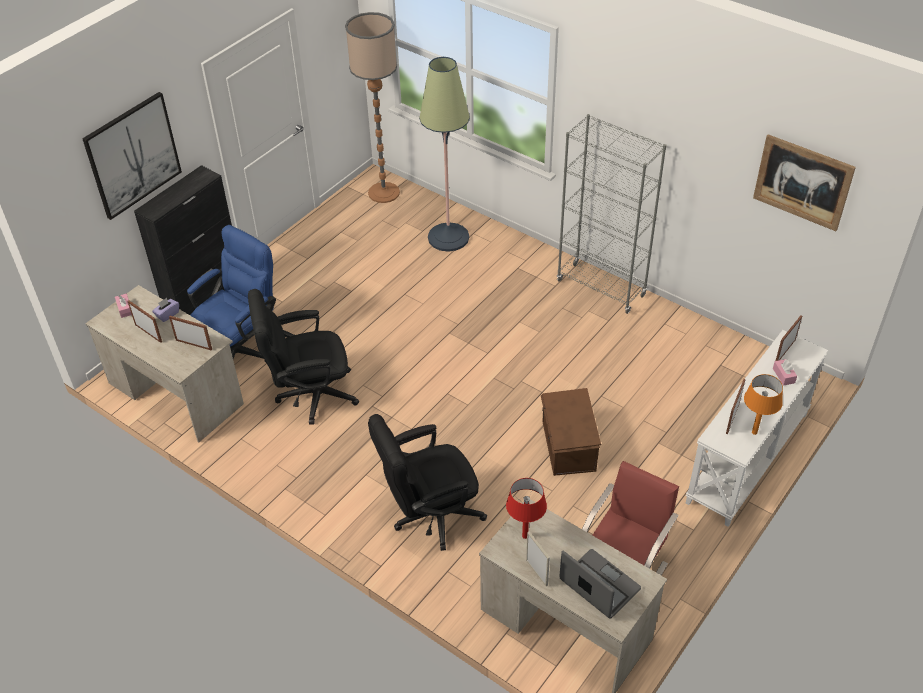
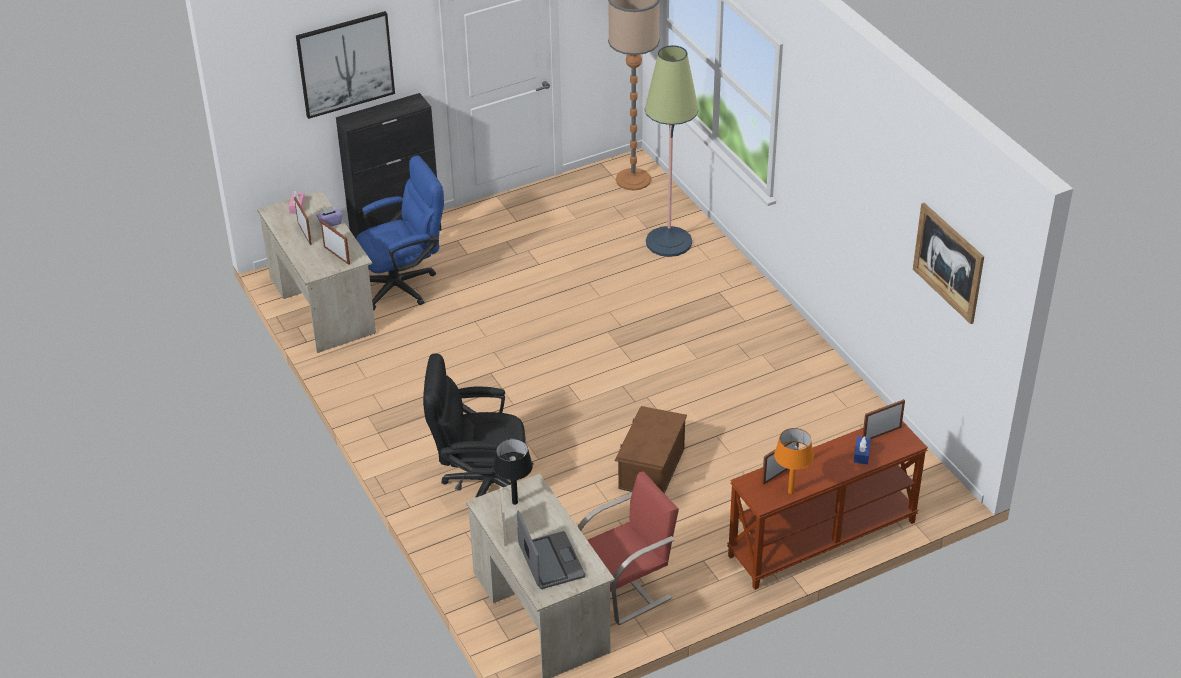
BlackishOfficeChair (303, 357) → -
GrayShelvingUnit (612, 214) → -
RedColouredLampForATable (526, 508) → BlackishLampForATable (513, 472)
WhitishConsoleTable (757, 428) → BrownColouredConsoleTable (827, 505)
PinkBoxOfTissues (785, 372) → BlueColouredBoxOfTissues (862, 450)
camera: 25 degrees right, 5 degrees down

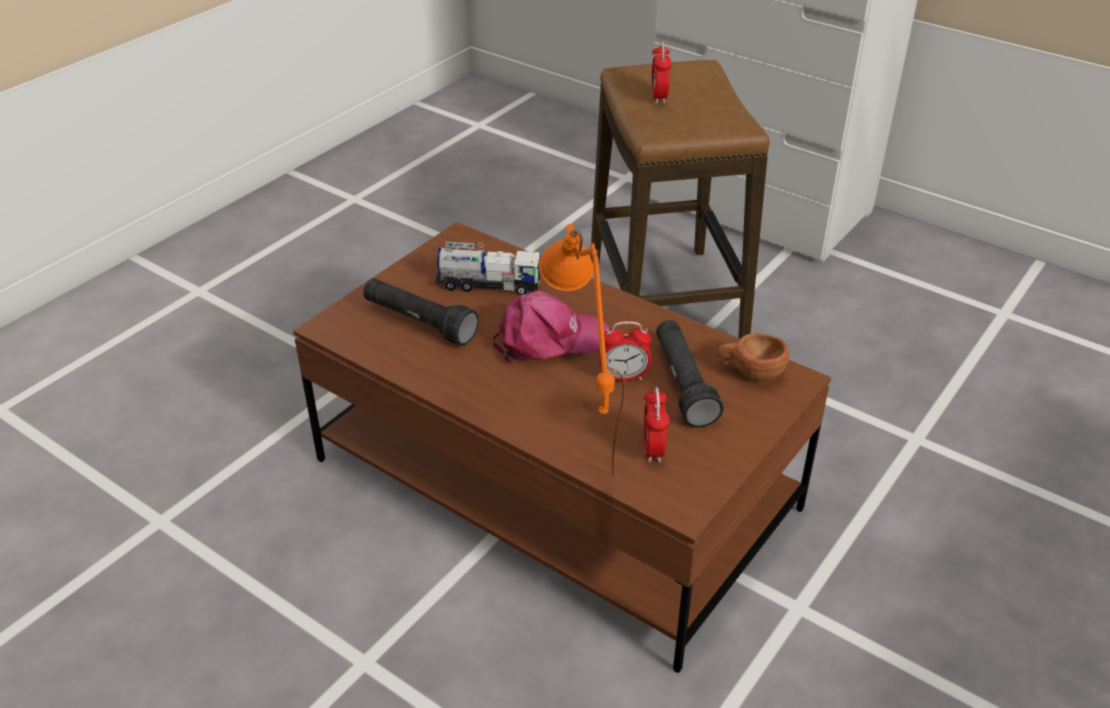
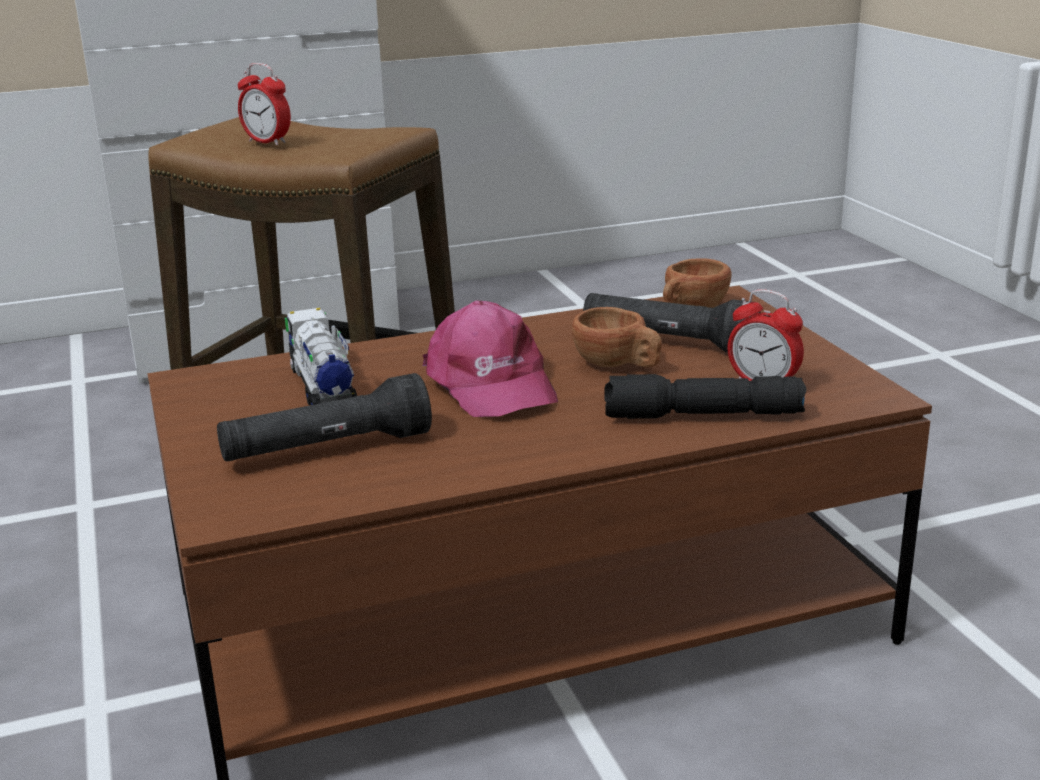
OrangeyLampForATable (582, 349) → BlackishHandTorch (705, 396)
AlarmClock (625, 351) → BrownColouredDrinkingCup (617, 337)
ToyLorry (488, 268) → ToyLorry (321, 356), 60 degrees counterclockwise
PinkPeakedCap (551, 326) → PinkPeakedCap (490, 358), 135 degrees clockwise
camera: 55 degrees left, 15 degrees down

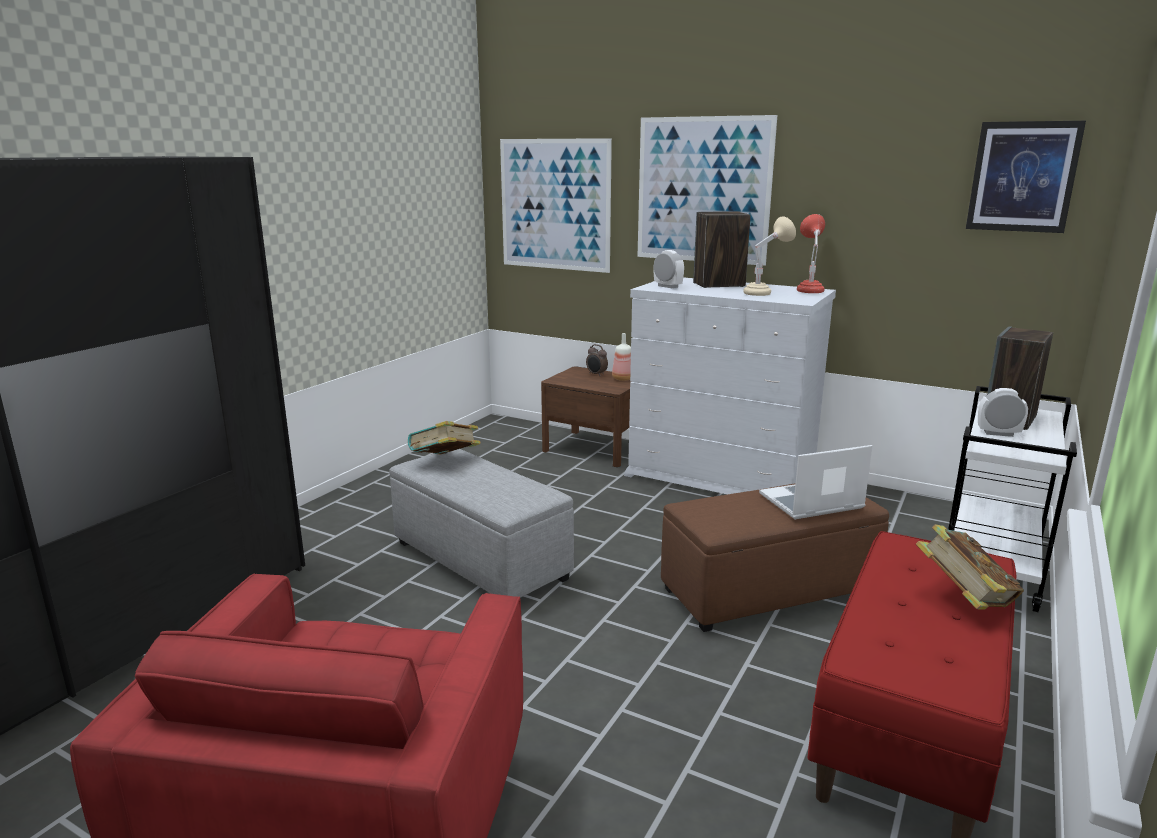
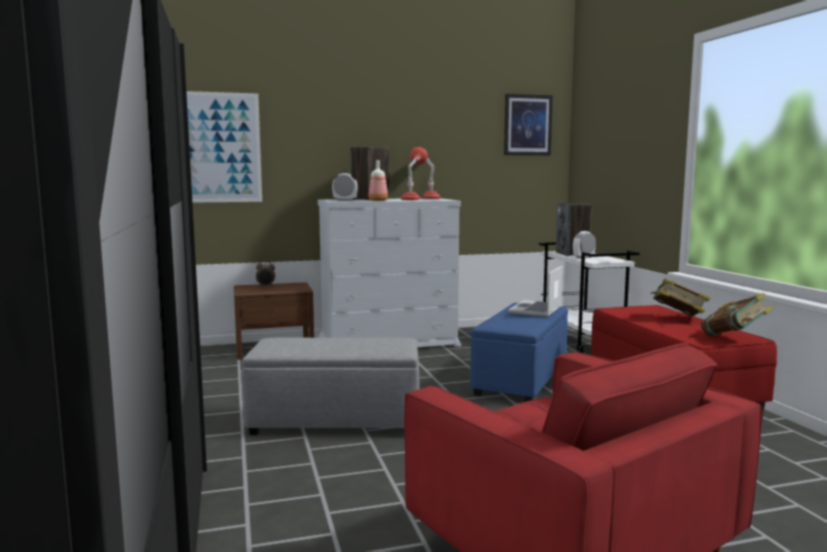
WallArt (707, 190) → -
BoundBook (444, 437) → BoundBook (737, 314), move
DrinkBottle (621, 357) → DrinkBottle (378, 180), move
BrownColouredOttoman (775, 557) → BlueColouredOttoman (519, 352)
BeigeColouredLampForATable (769, 256) → RedColouredLampForATable (414, 173)
camera: 45 degrees left, 10 degrees down

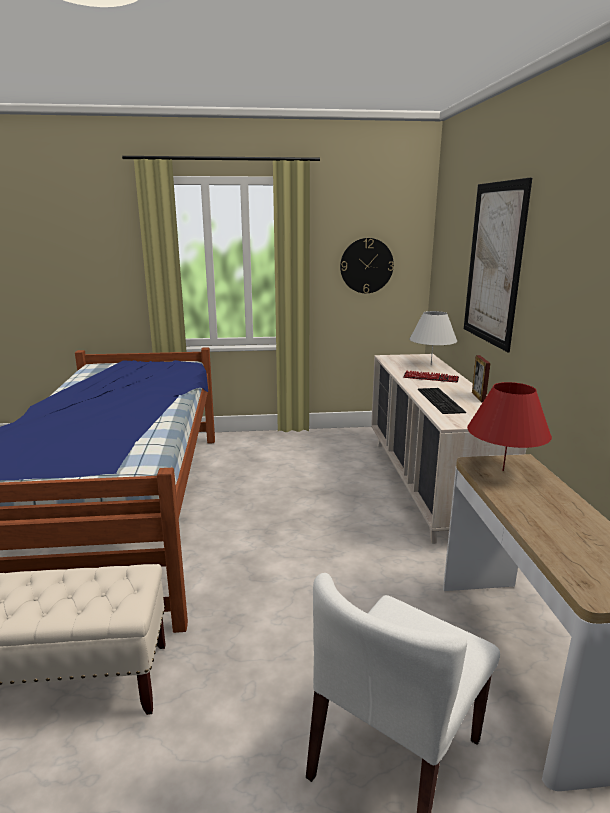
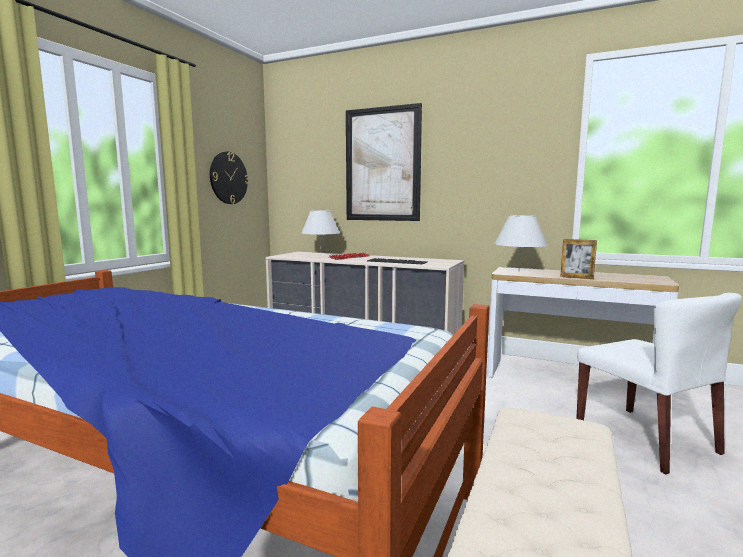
PictureFrame (481, 378) → PictureFrame (578, 259), move
RedColouredLampForATable (509, 426) → WhitishLampForATable (521, 243)
camera: 60 degrees left, 10 degrees down

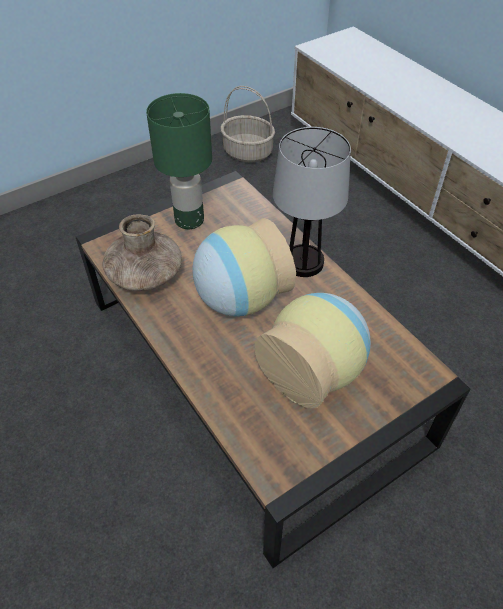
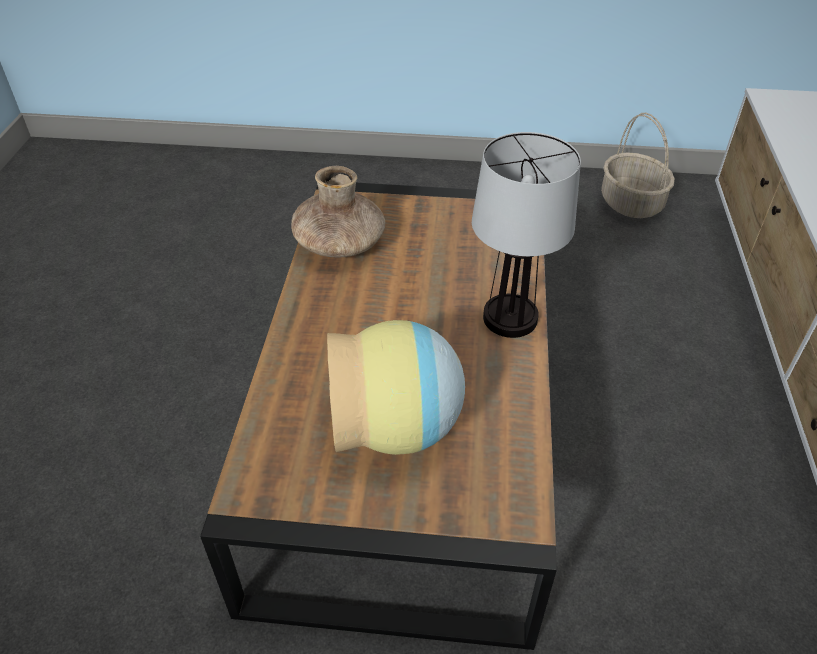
GreenishLampForATable (179, 161) → -
DecorativeVase (244, 267) → -
camera: 40 degrees right, 5 degrees down

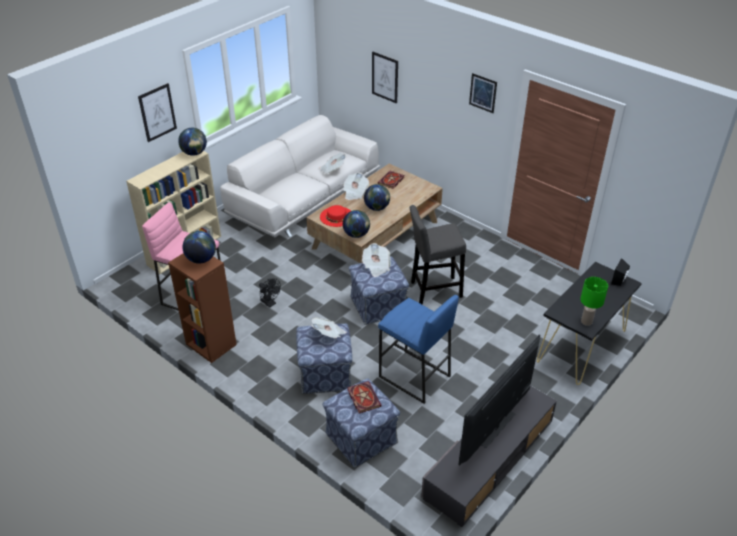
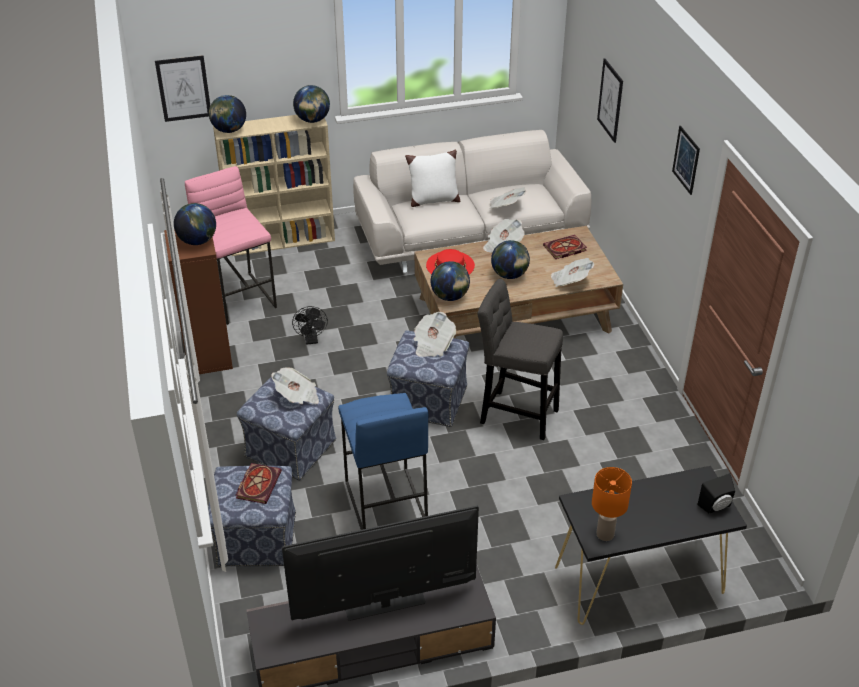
- → WorldGlobe (227, 114)
- → WhitishThrowPillow (432, 178)
- → DailyPaper (572, 272)
WallArt (157, 112) → WallArt (182, 88), move
GreenishLampForATable (594, 301) → OrangeyLampForATable (612, 504)
camera: 35 degrees right, 0 degrees up

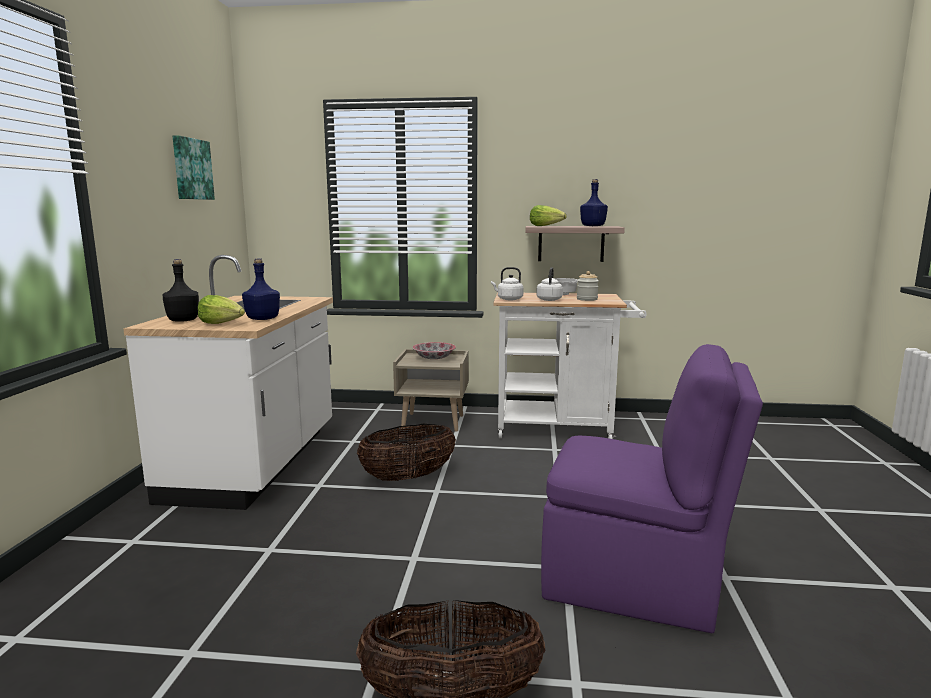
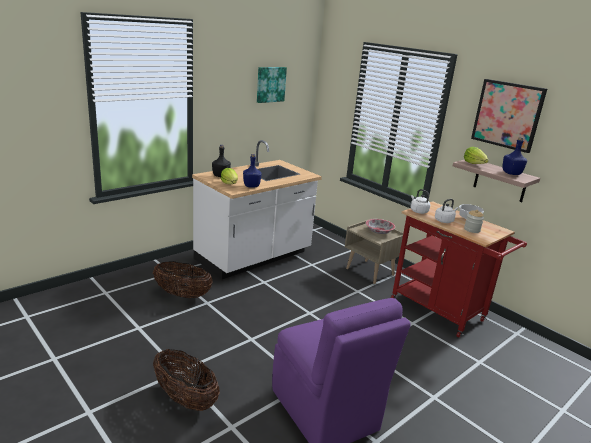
- → WallArt (509, 116)
Basket (406, 452) → Basket (182, 279), move
WhitishWheeledCart (570, 366) → RedColouredWheeledCart (459, 269)
camera: 40 degrees right, 10 degrees up

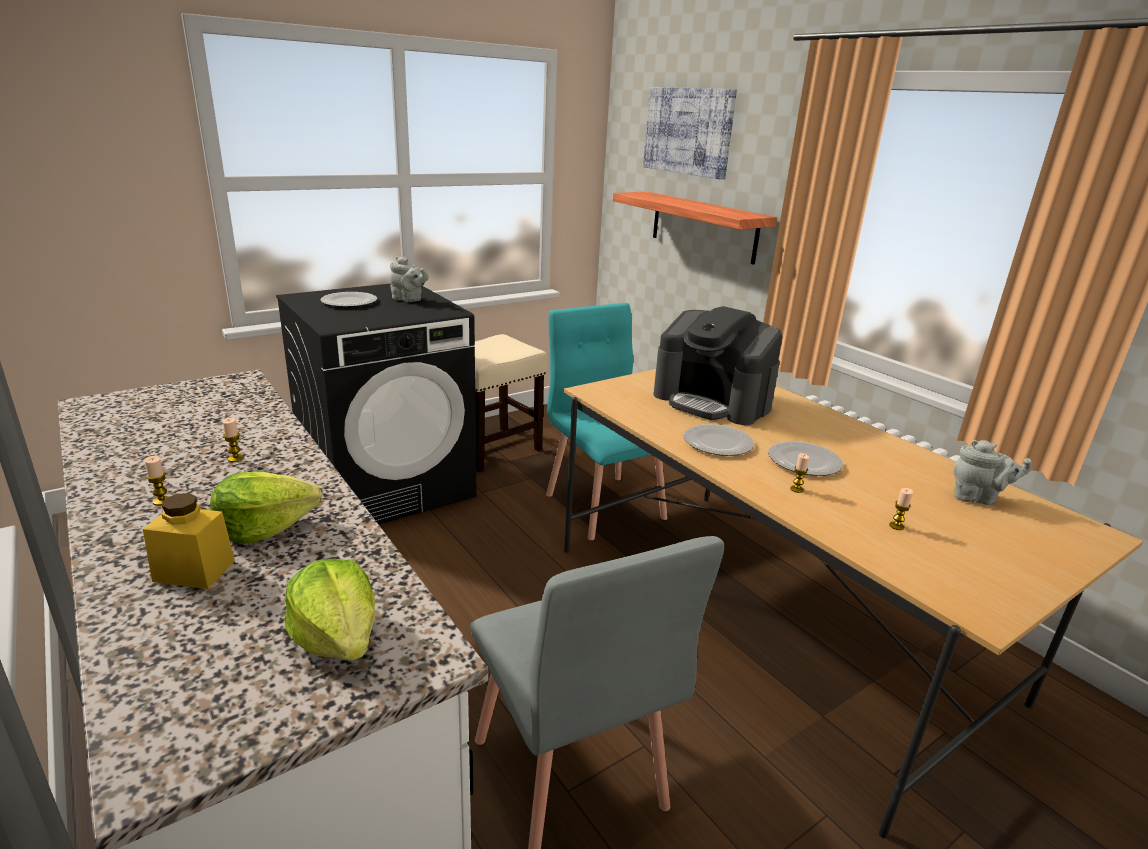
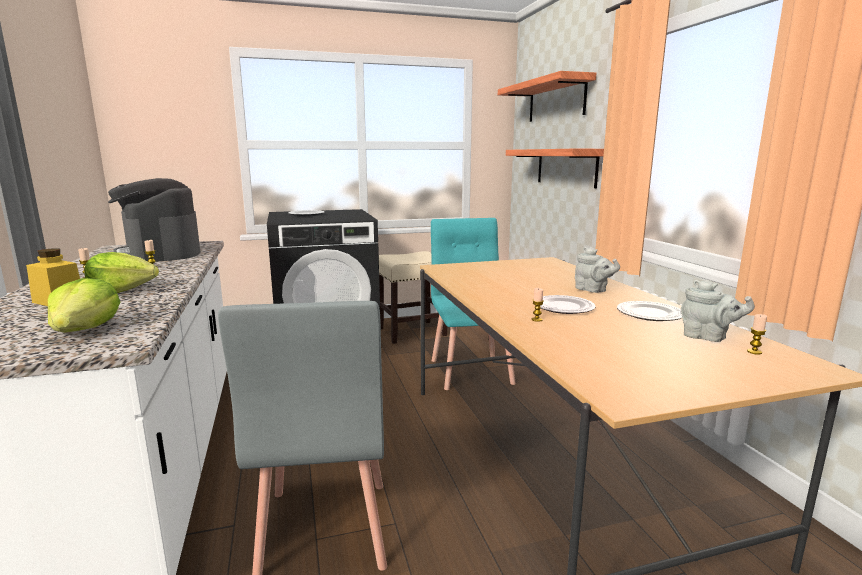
GrayPotForTea (409, 279) → GrayPotForTea (597, 270), move
CoffeeBrewer (718, 365) → CoffeeBrewer (154, 220), move
Plate (719, 440) → Plate (649, 311), move
WaxLight (901, 509) → WaxLight (757, 334), move
WallArt (690, 133) → WallShelf (547, 96)
camera: 20 degrees right, 10 degrees down

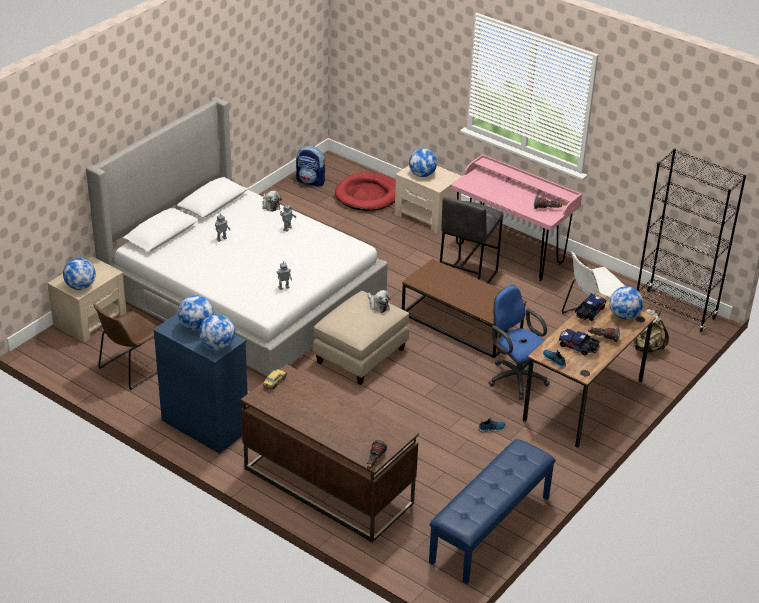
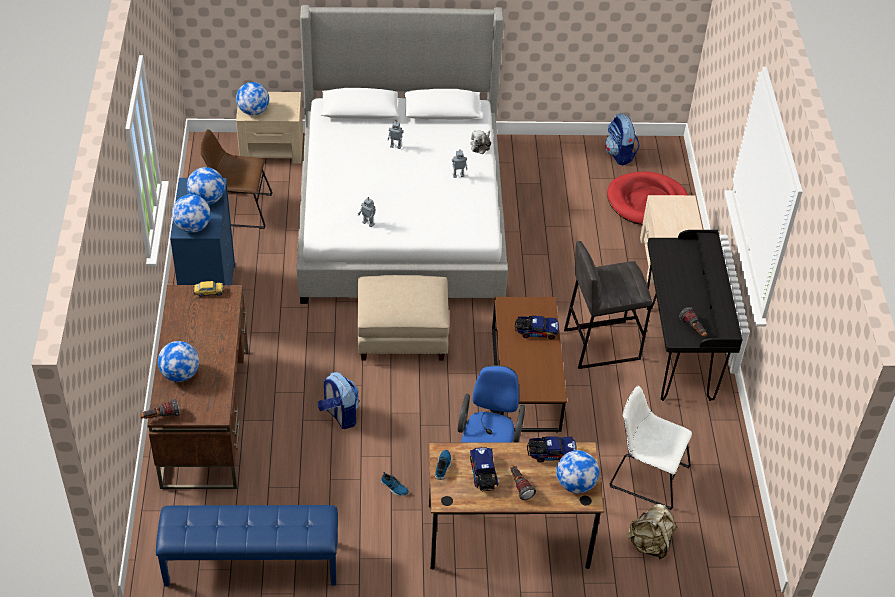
SoftToy (379, 301) → -
BlackishShelvingUnit (691, 240) → -
- → Backpack (338, 400)
- → ToyLorry (537, 327)
WorldGlobe (423, 162) → WorldGlobe (178, 361), move
PinkDeskTable (516, 218) → BlackishDeskTable (694, 315)
camera: 50 degrees right, 10 degrees up

